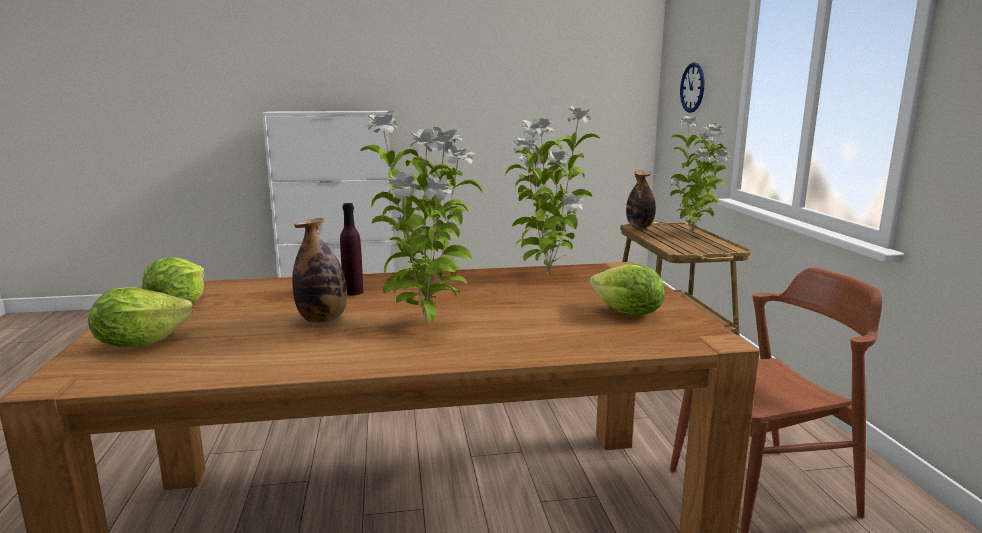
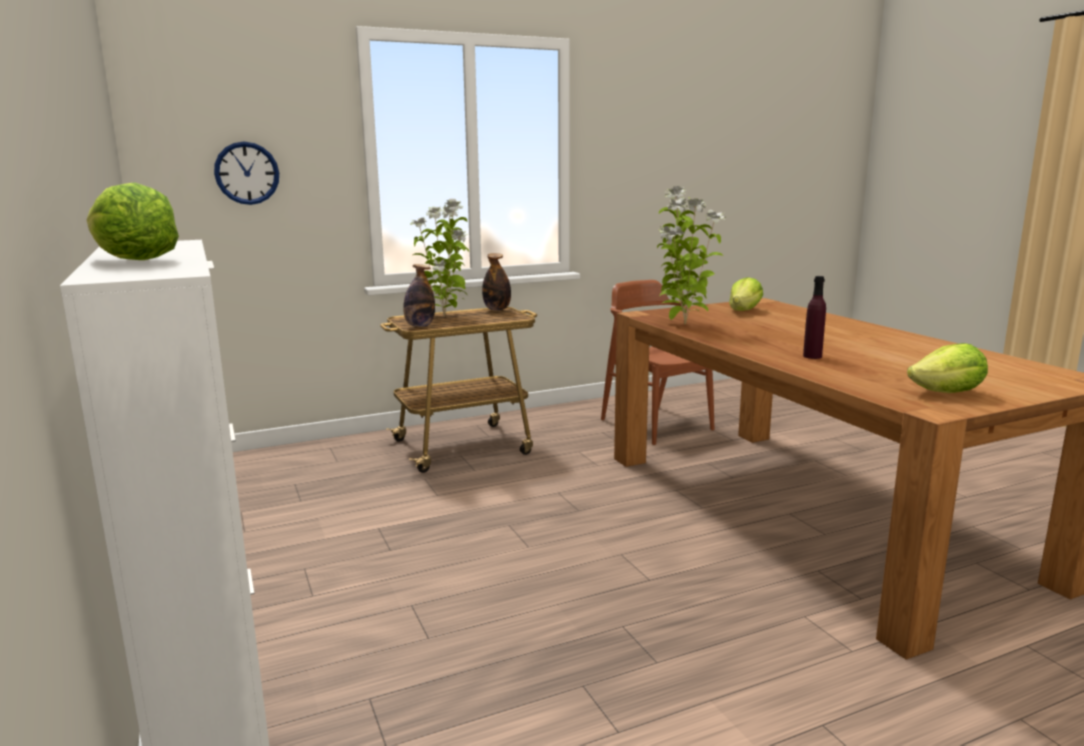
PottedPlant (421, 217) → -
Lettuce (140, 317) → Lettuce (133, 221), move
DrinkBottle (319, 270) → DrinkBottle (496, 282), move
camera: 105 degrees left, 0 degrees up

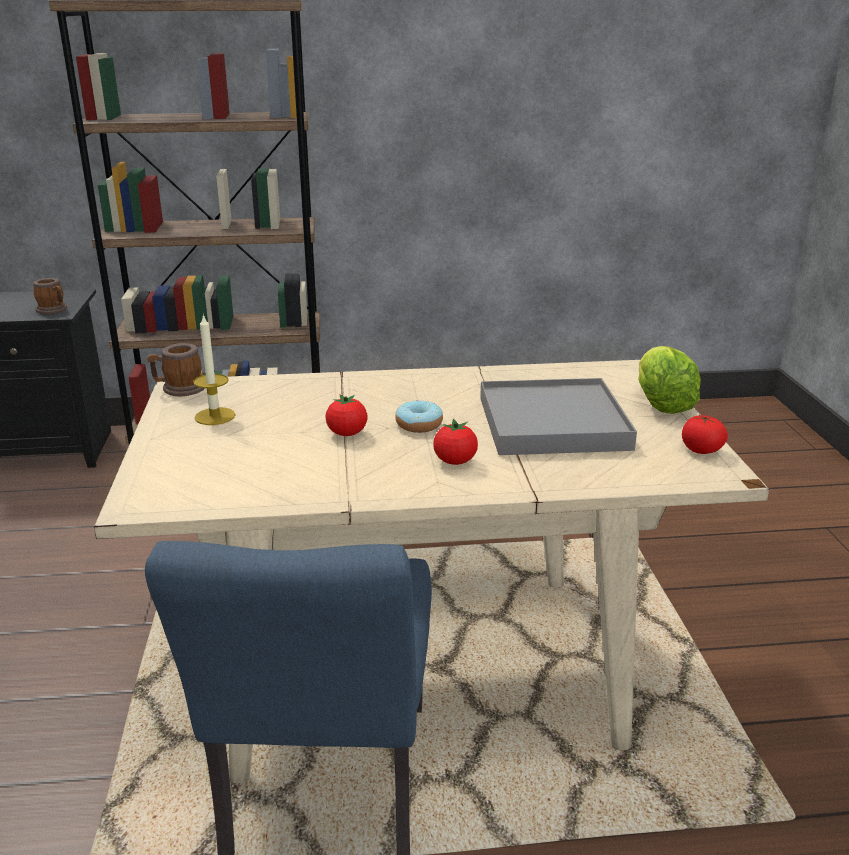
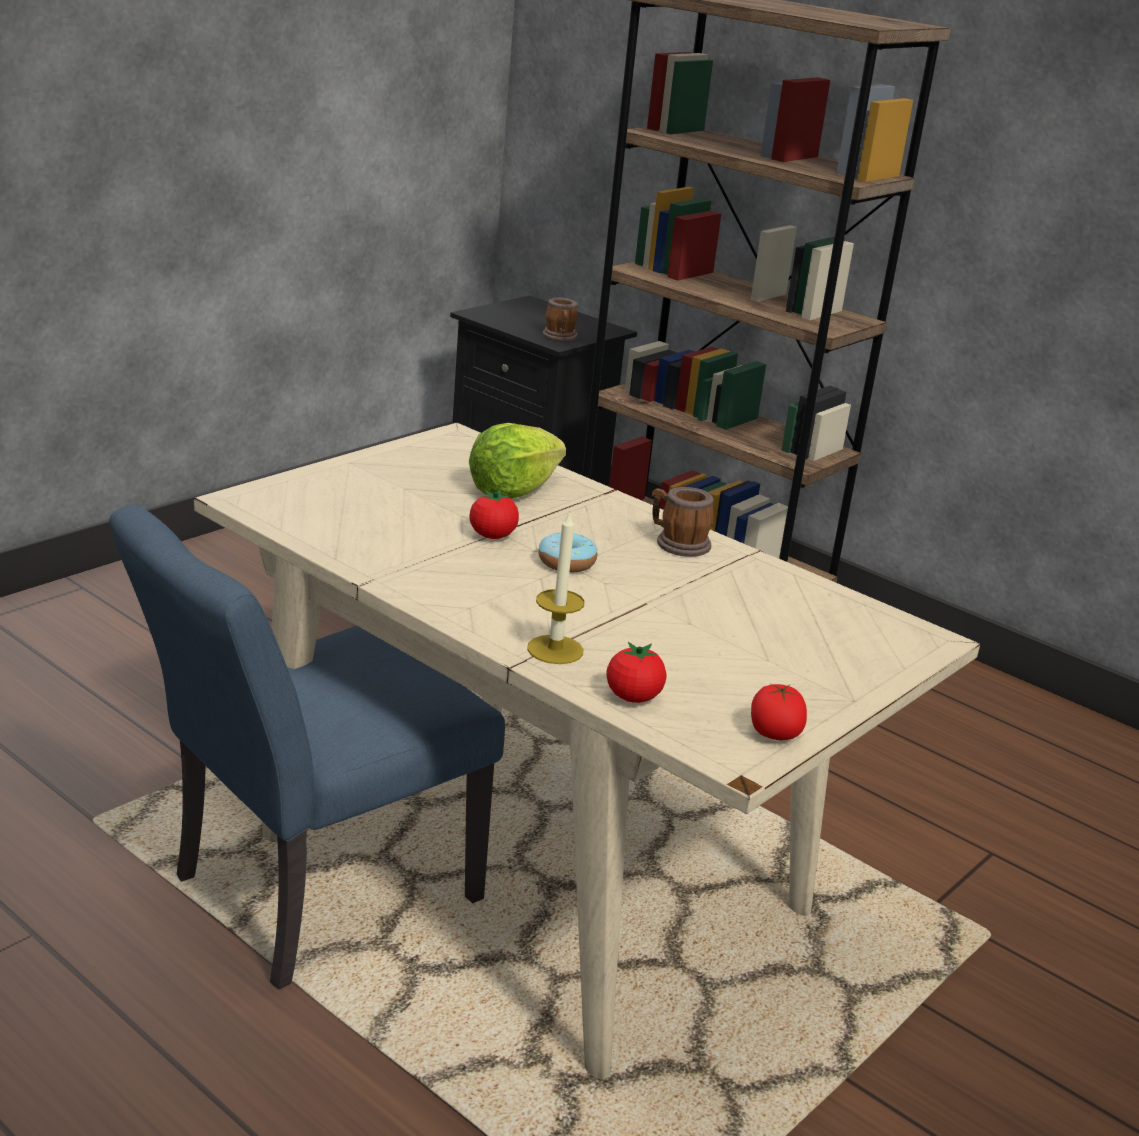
GrayTray (558, 416) → -
CoffeeMug (176, 369) → CoffeeMug (683, 522), move
WaxLight (214, 369) → WaxLight (556, 587), move
WholeTomato (455, 442) → WholeTomato (636, 672), move
Lettuce (669, 380) → Lettuce (517, 461), move
camera: 45 degrees right, 0 degrees up

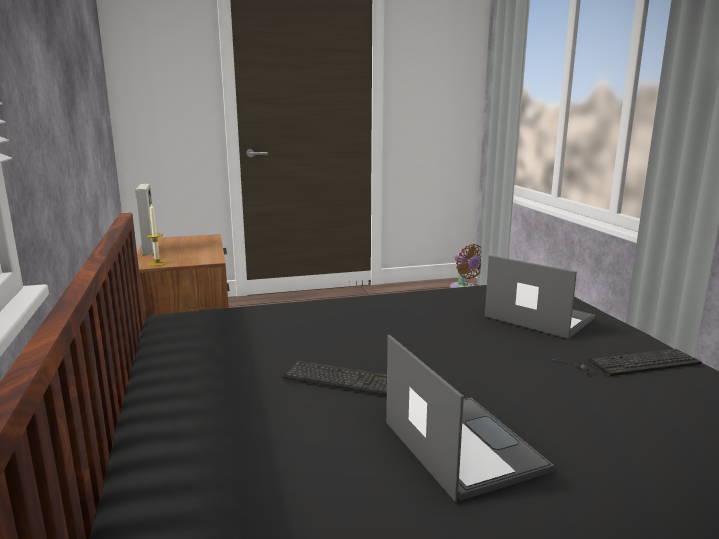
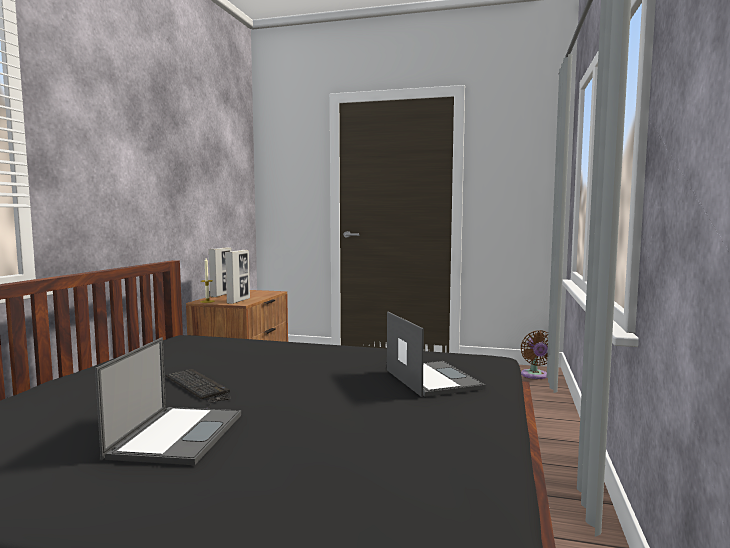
ComputerKeyboard (627, 362) → -
- → PictureFrame (237, 277)
camera: 30 degrees right, 10 degrees down

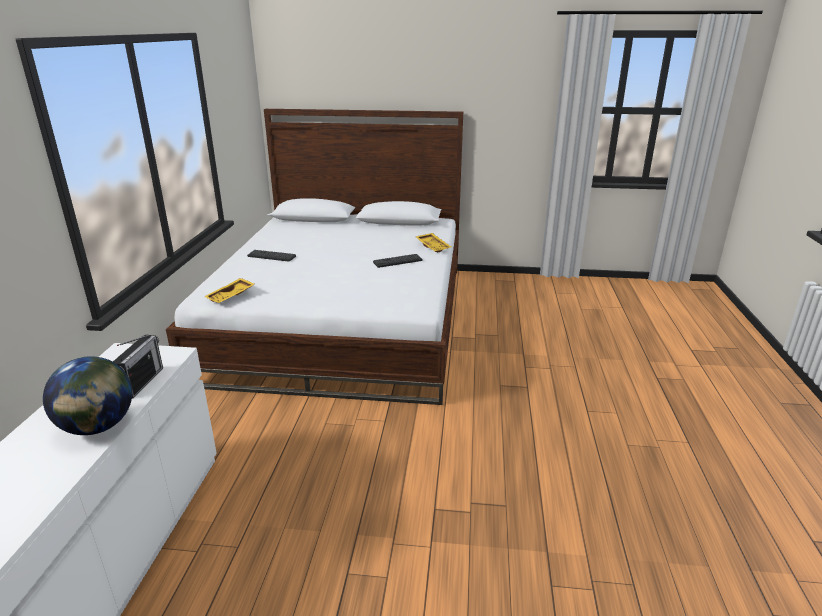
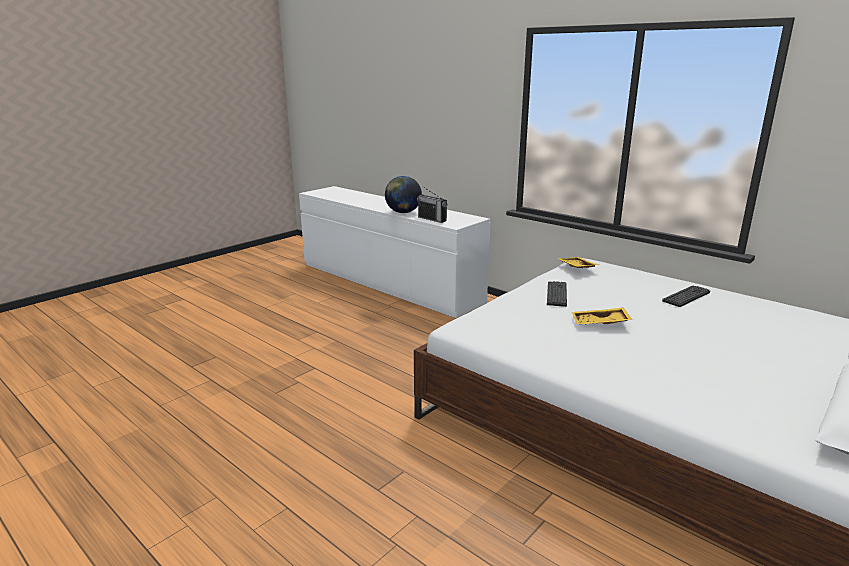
ComputerKeyboard (397, 261) → ComputerKeyboard (557, 294), move
YellowTray (433, 243) → YellowTray (602, 316), move
camera: 125 degrees right, 5 degrees down

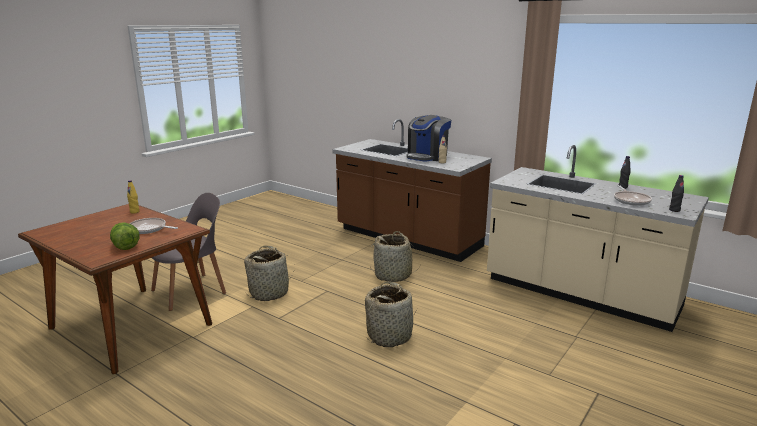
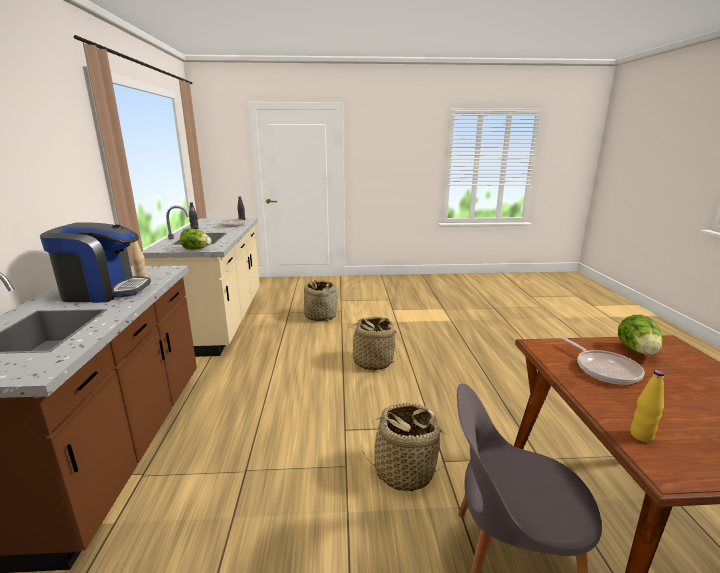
- → Lettuce (195, 239)
Basket (395, 256) → Basket (320, 300), move
camera: 130 degrees left, 0 degrees up

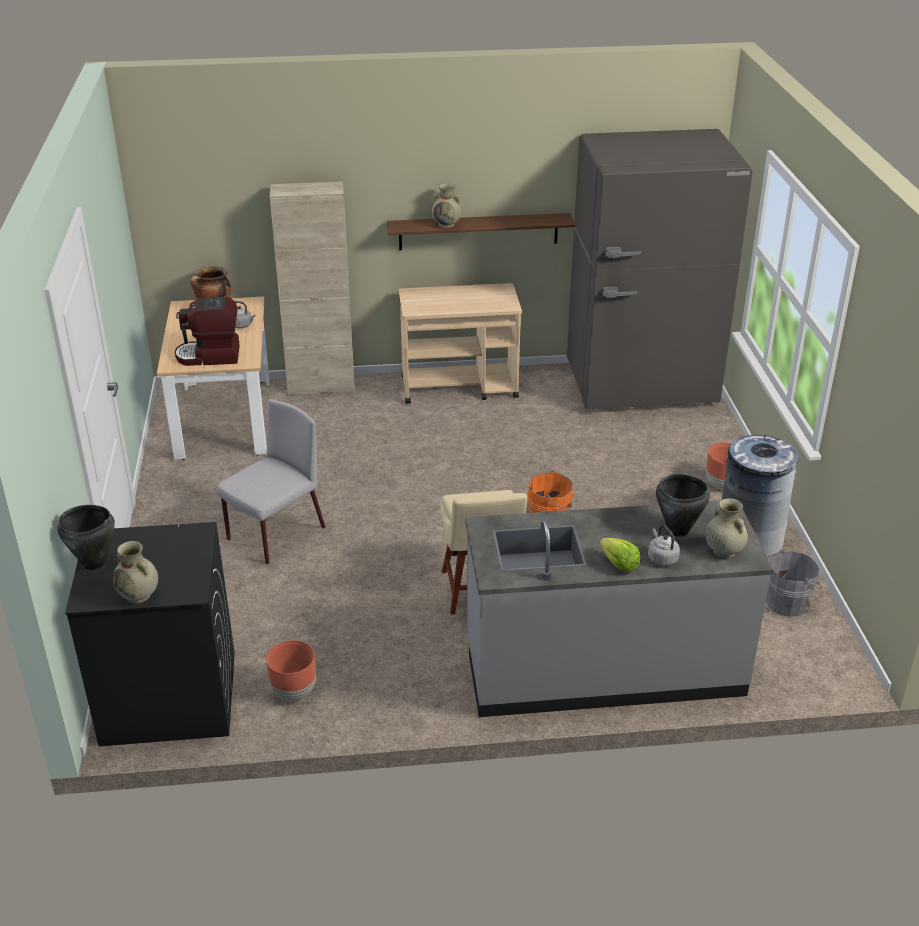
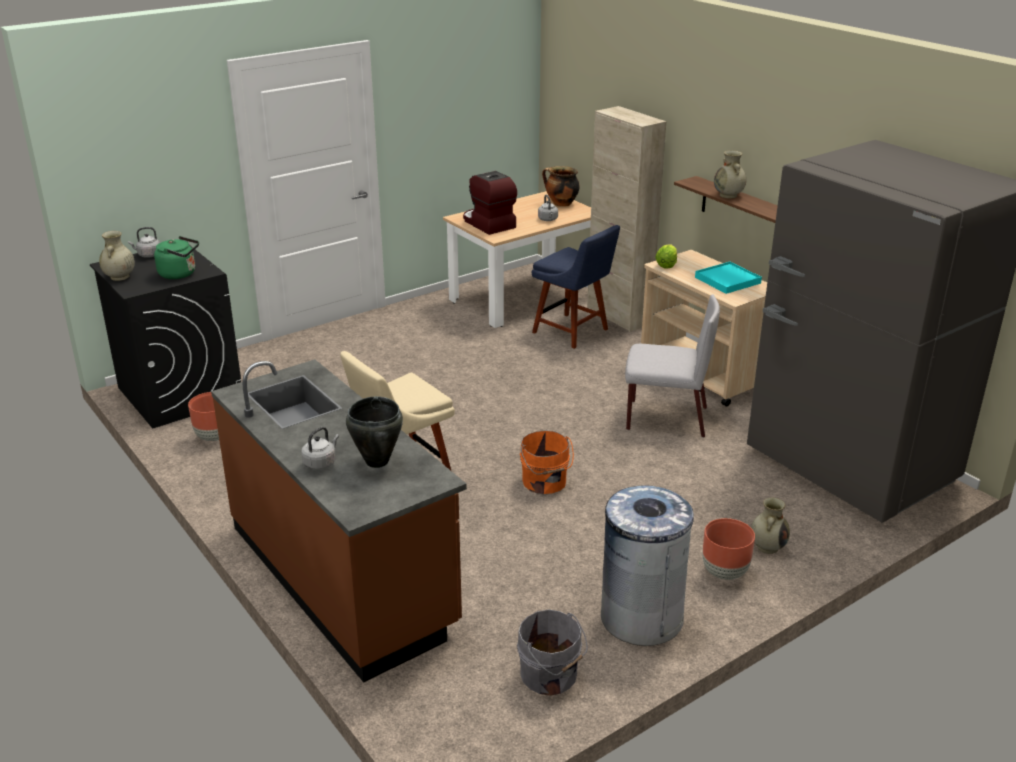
- → GreenishTeaKettle (176, 257)
- → BlueColouredPlainChair (576, 287)
- → TurquoiseTray (728, 278)
GrayPlainChair (270, 481) → GrayPlainChair (672, 366), move
Lettuce (620, 555) → Lettuce (666, 256), move
BeigeColouredDecorativeVase (726, 528) → BeigeColouredDecorativeVase (770, 526), move
BlackishCookingPot (86, 537) → GrayTeaKettle (144, 242)
GrayKitchenCounter (619, 609) → BrownColouredKitchenCounter (339, 521)
camera: 60 degrees right, 5 degrees down

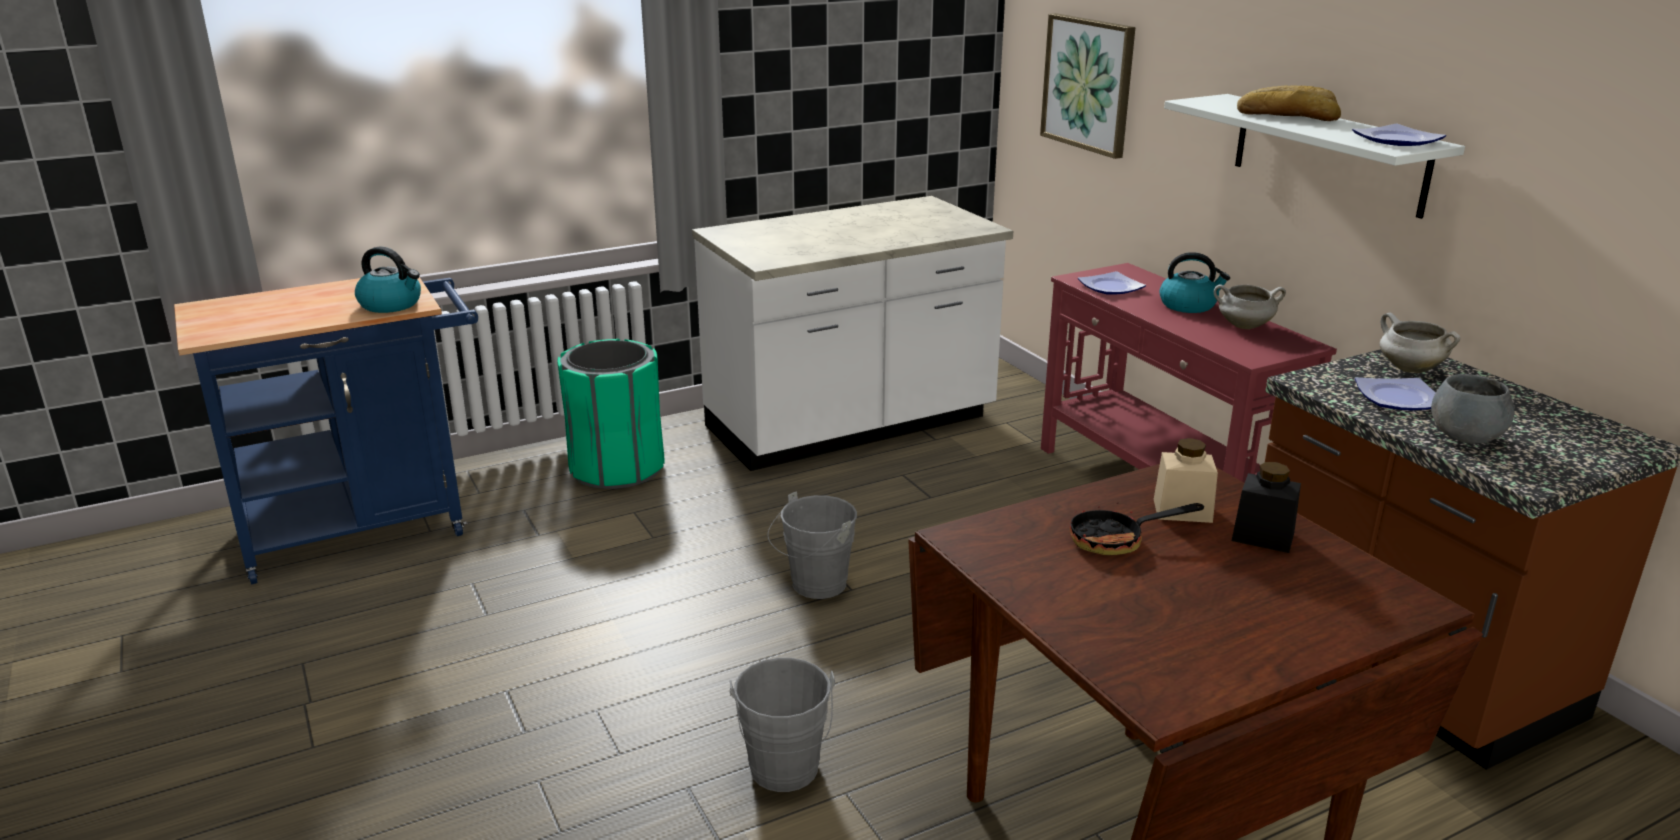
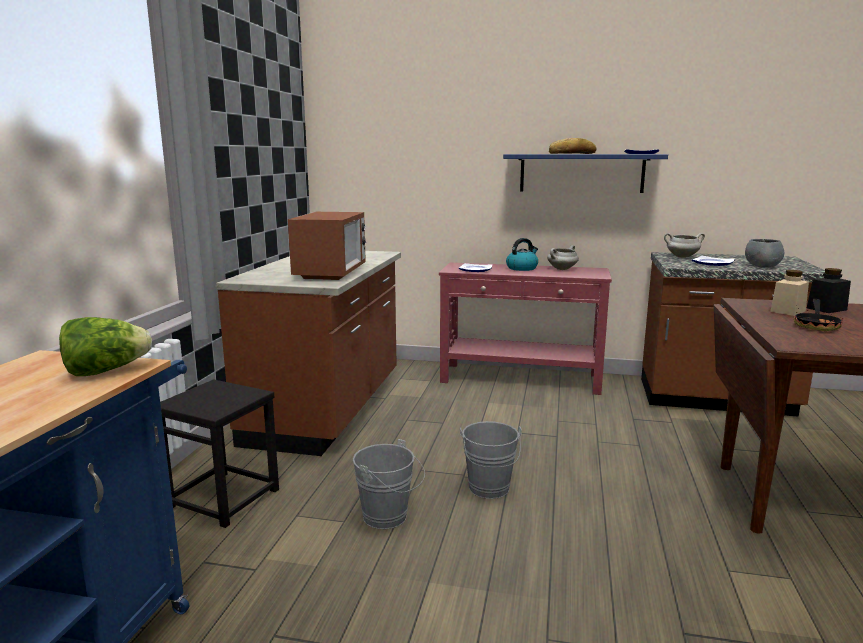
WallArt (1087, 86) → -
- → MicrowaveOven (327, 246)
GrayBucket (782, 725) → GrayBucket (389, 484), move
TeaKettle (388, 280) → Lettuce (105, 346)
GreenishRubbishBin (611, 414) → BlackishStool (219, 453)
WhitishKitchenCounter (852, 333) → BrownColouredKitchenCounter (308, 353)
WhitishWallShelf (1314, 156) → BlueColouredWallShelf (585, 173)
camera: 50 degrees left, 10 degrees down

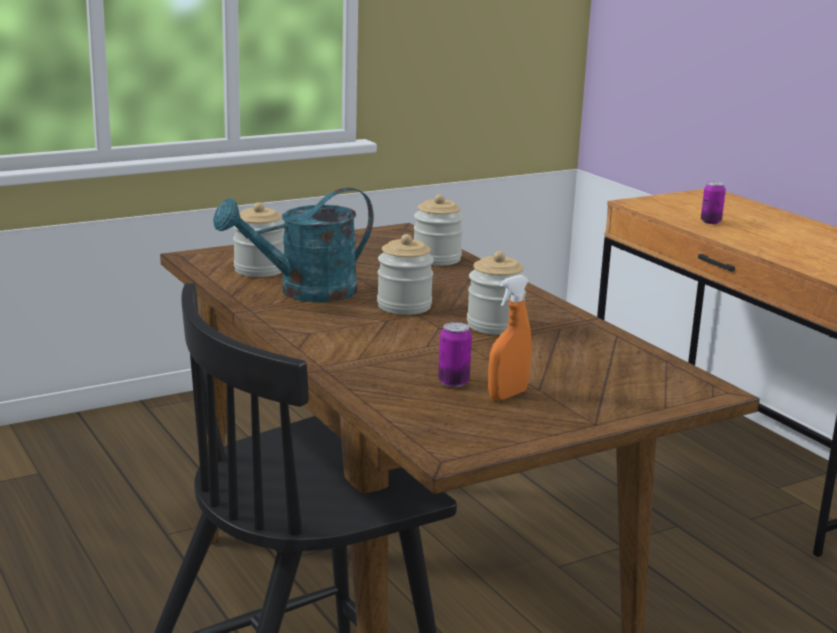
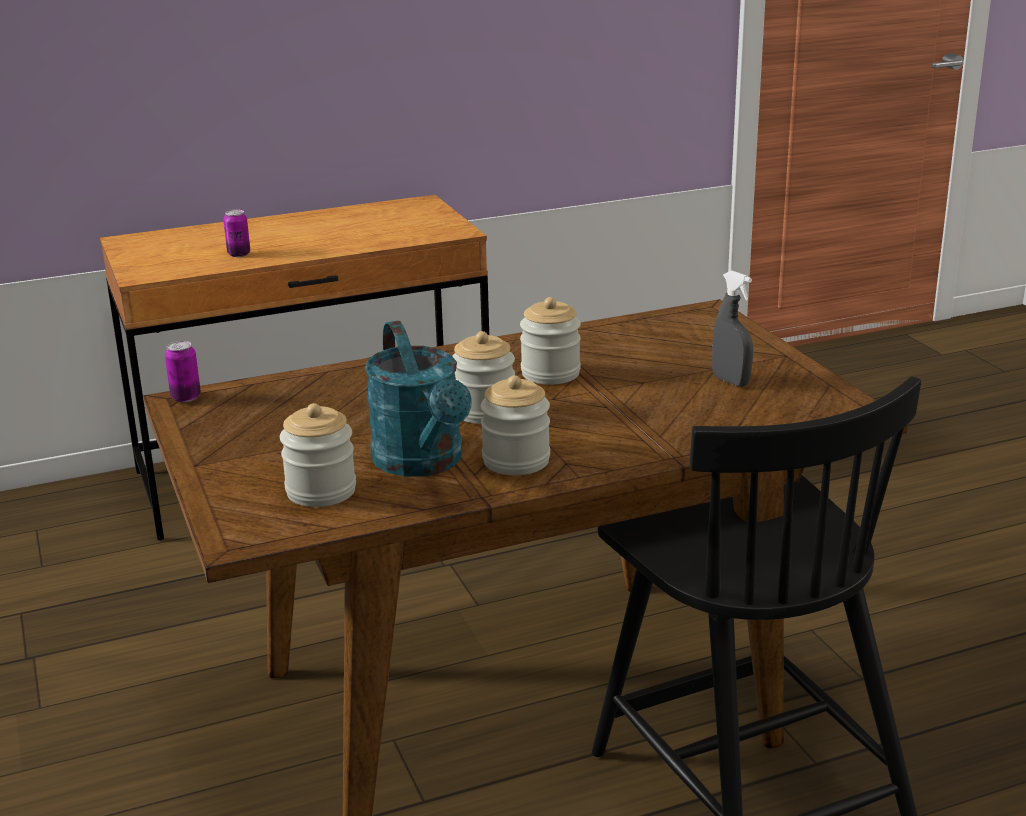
StorageJar (438, 230) → StorageJar (515, 425), move
SealedCan (455, 354) → SealedCan (183, 371), move
OrangeySprayBottle (510, 337) → GraySprayBottle (732, 328)
camera: 80 degrees left, 5 degrees up

